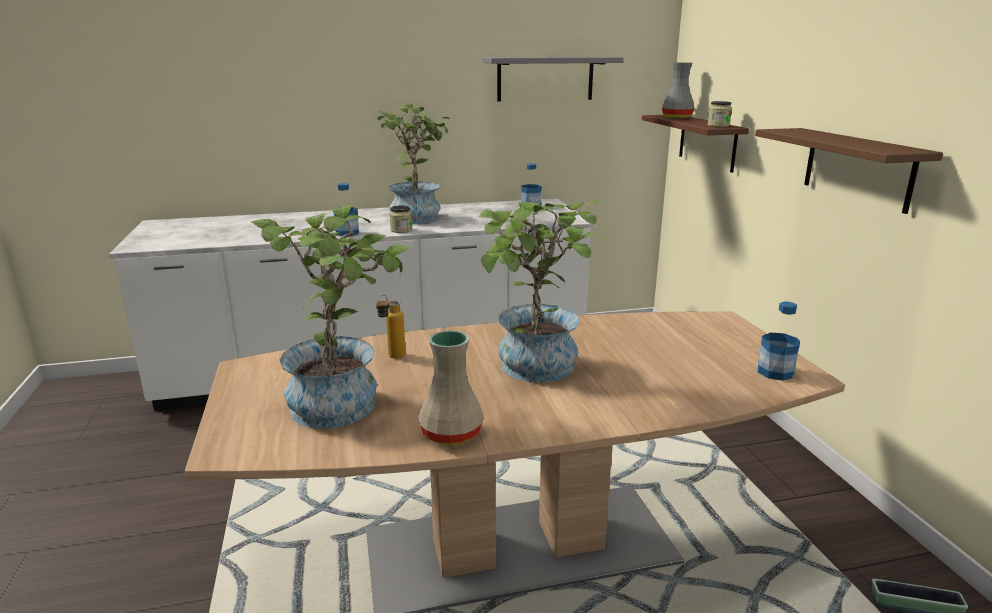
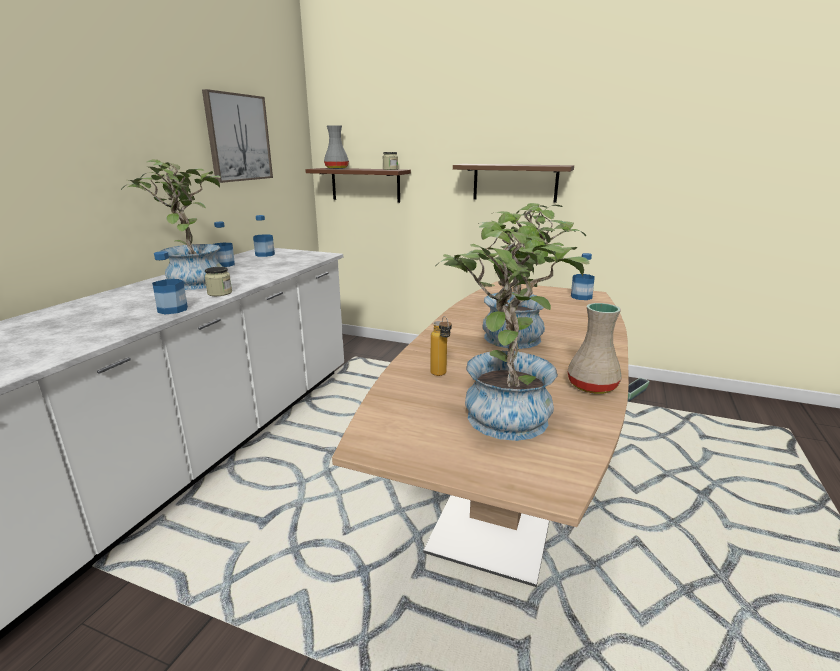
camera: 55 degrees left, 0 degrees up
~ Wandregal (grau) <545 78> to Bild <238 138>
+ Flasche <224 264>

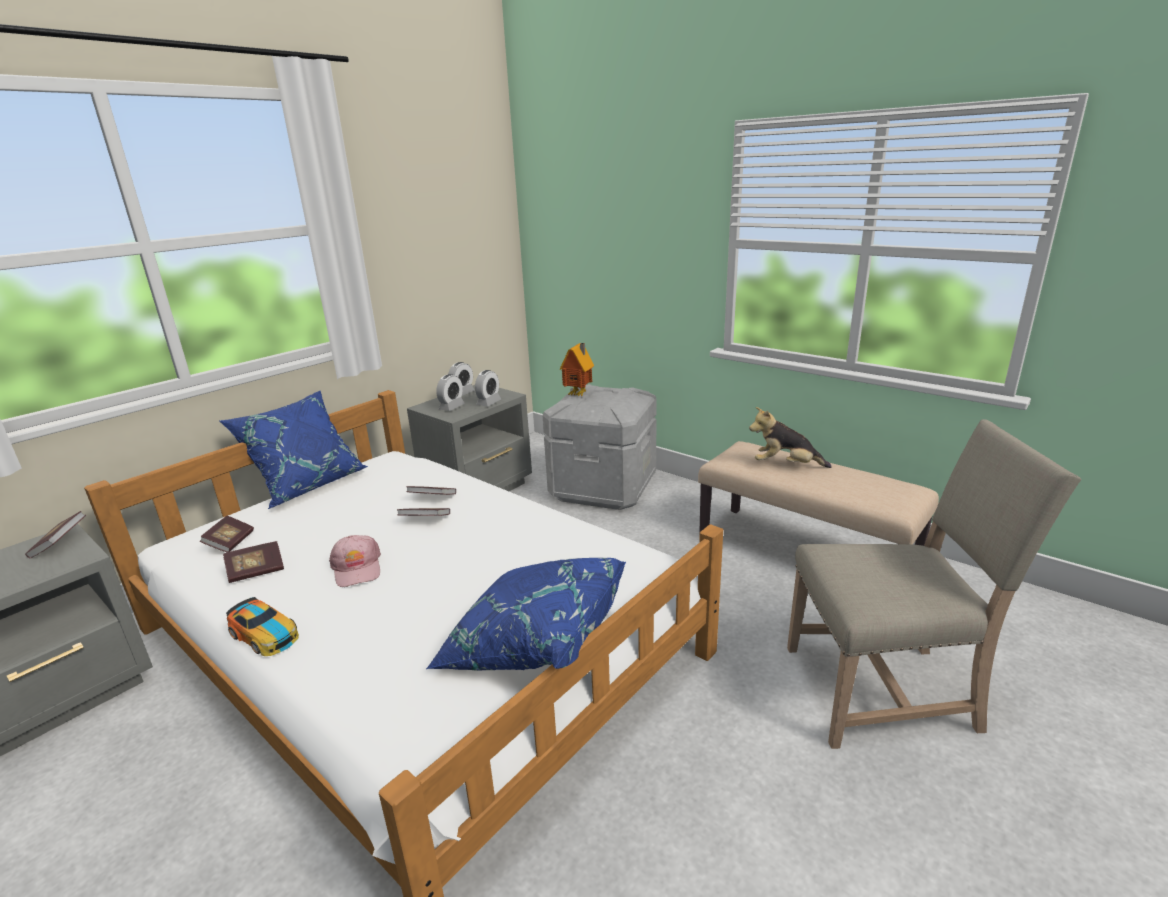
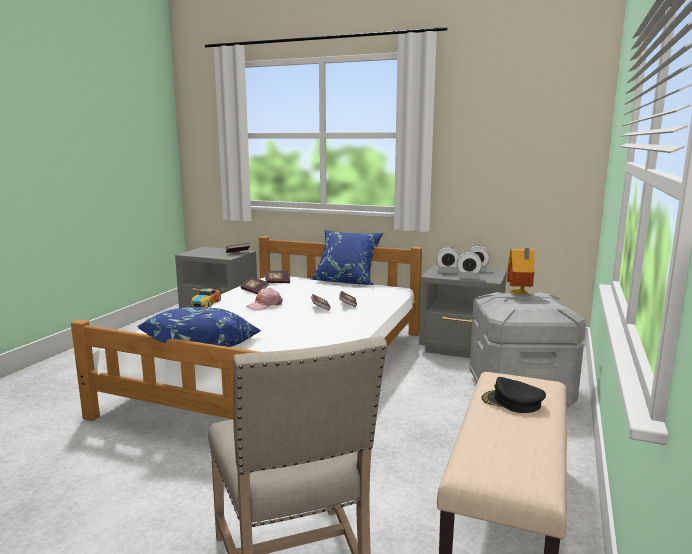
camera: 70 degrees right, 10 degrees down
~ Plüschtier <785 465> to Kappe (schwarz) <512 402>

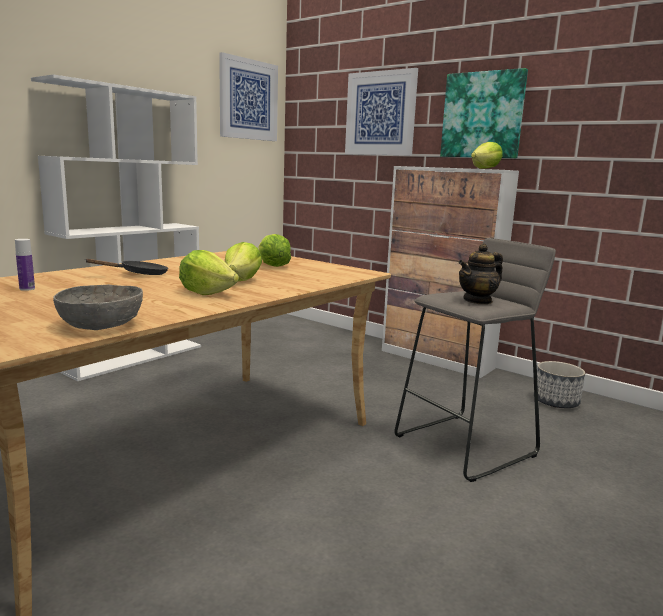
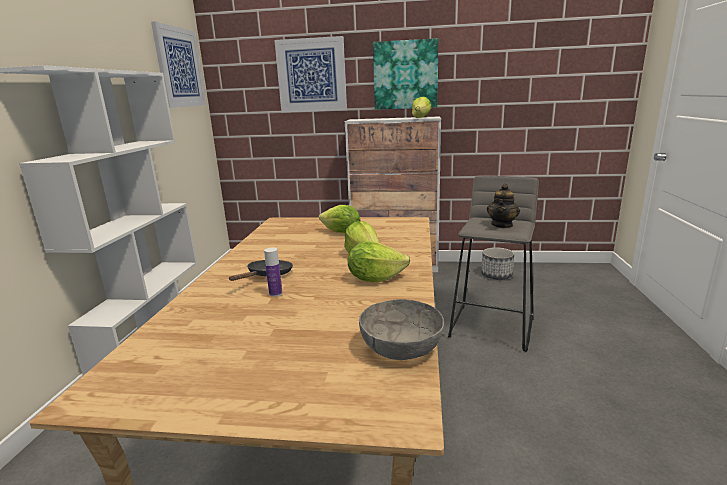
camera: 30 degrees left, 5 degrees up
~ Flasche <27 289> to <275 293>

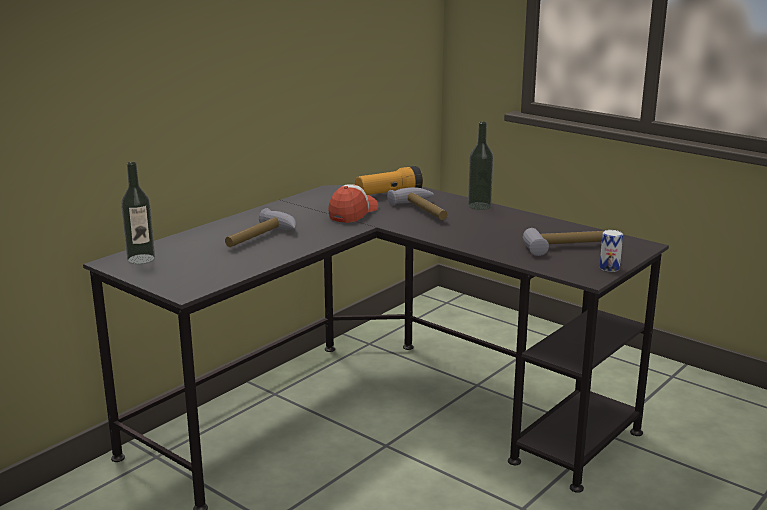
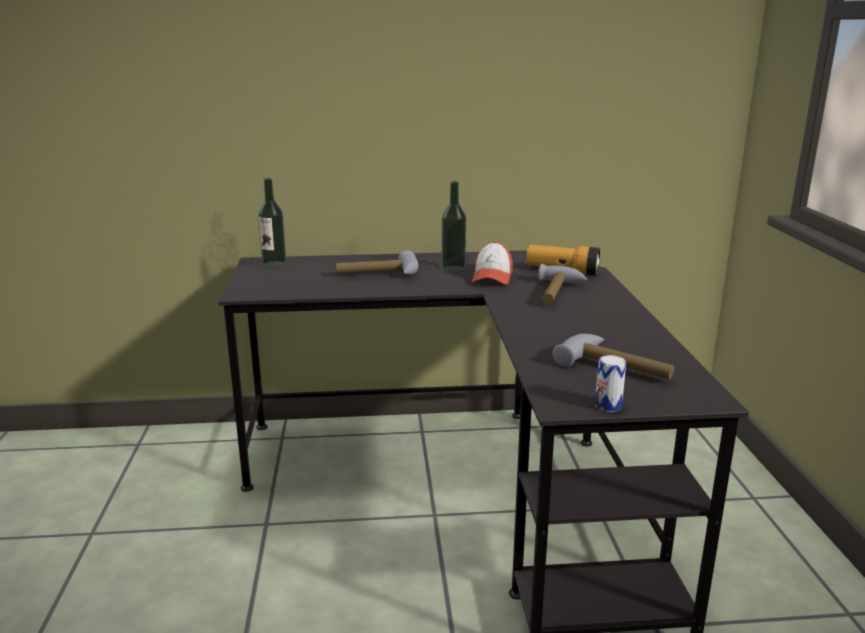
camera: 45 degrees right, 0 degrees up
~ Flasche <479 206> to <453 269>
~ Kappe <353 213> = <492 277> 120 degrees clockwise

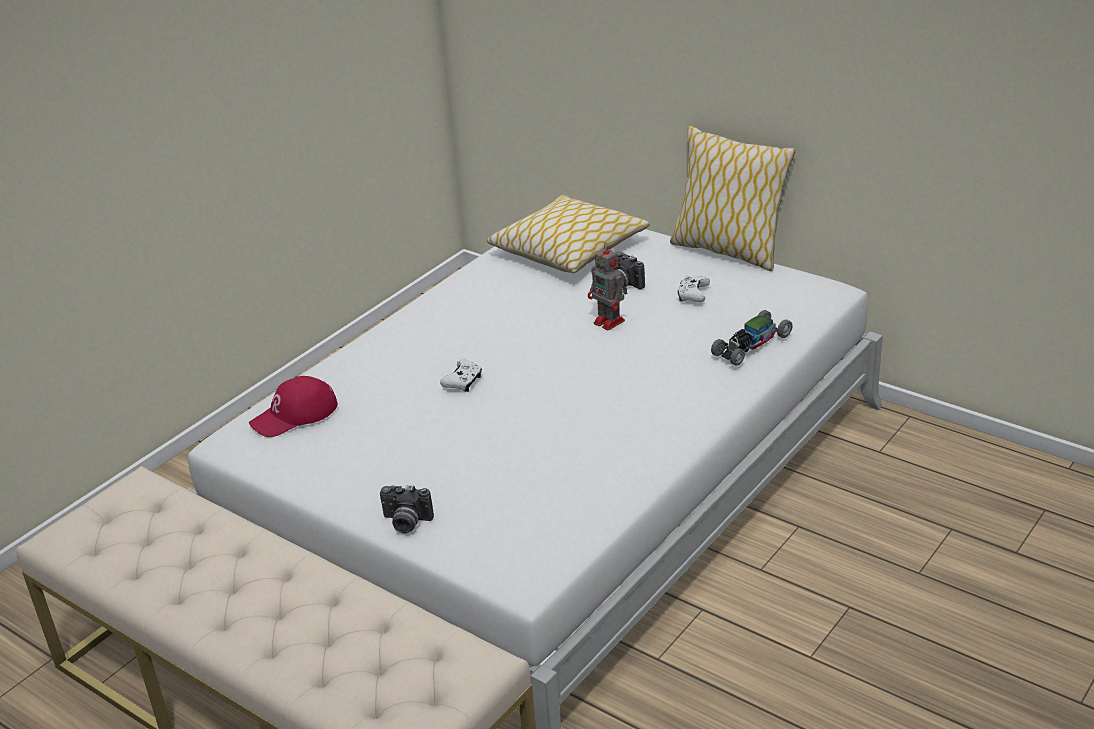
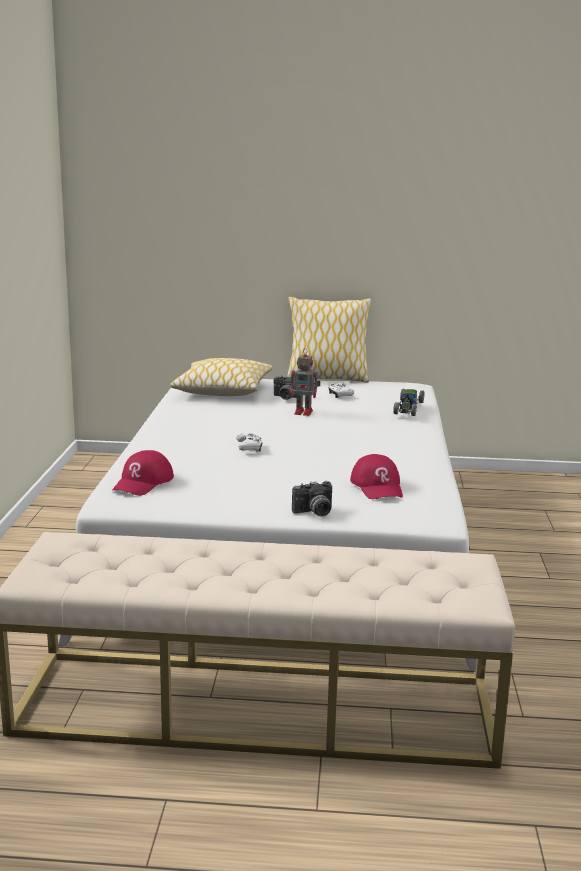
camera: 35 degrees left, 15 degrees down
+ Kappe (rot) <378 487>

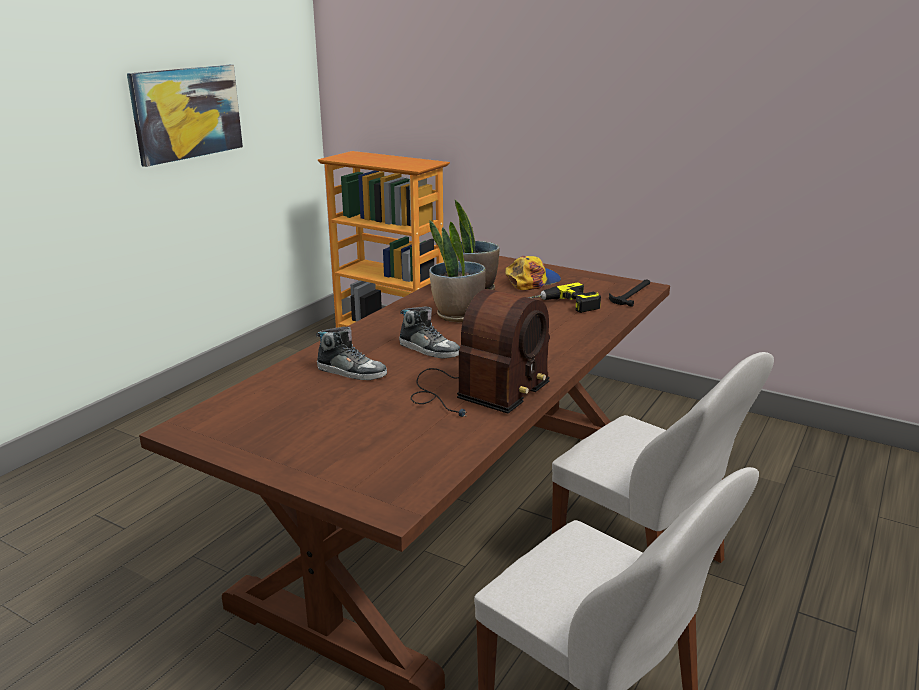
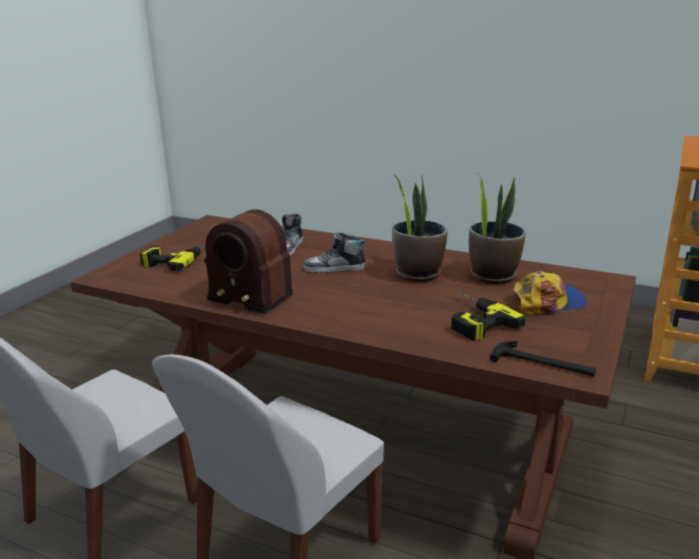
camera: 85 degrees right, 0 degrees up
+ Bohrmaschine <176 258>
~ Schuh <429 349> = <334 268> 60 degrees clockwise
~ Kappe <532 281> = <548 302> 60 degrees counterclockwise
- Bild <187 113>

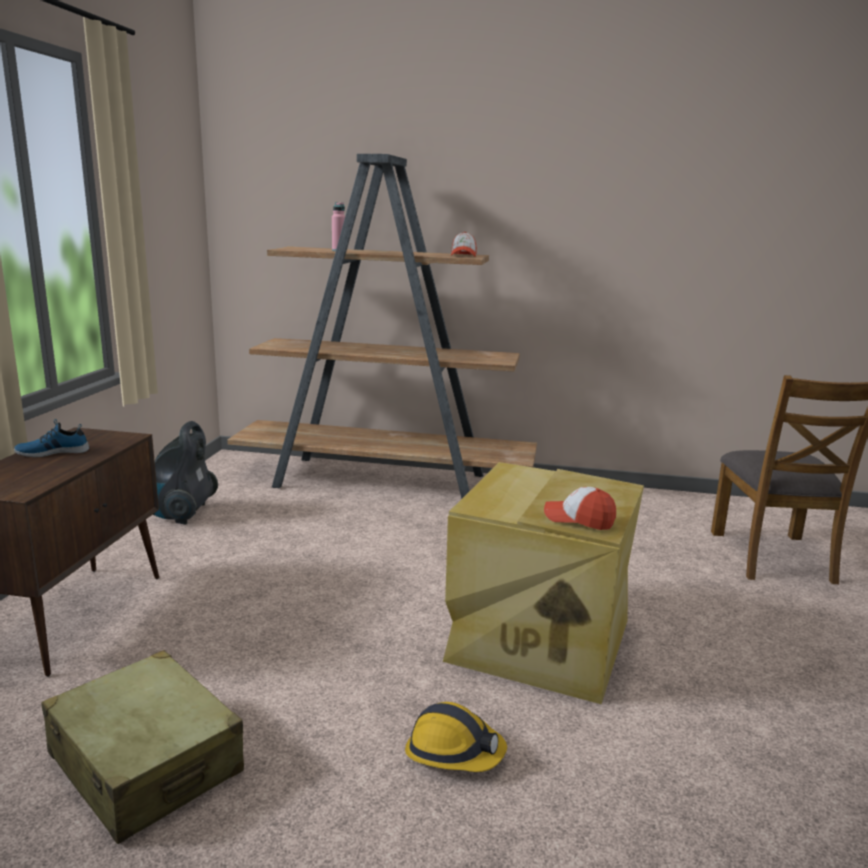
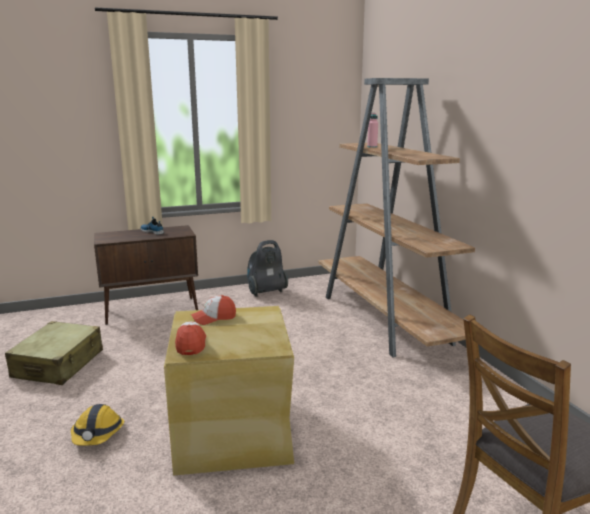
camera: 60 degrees right, 0 degrees up
~ Kappe <463 255> to <214 318>

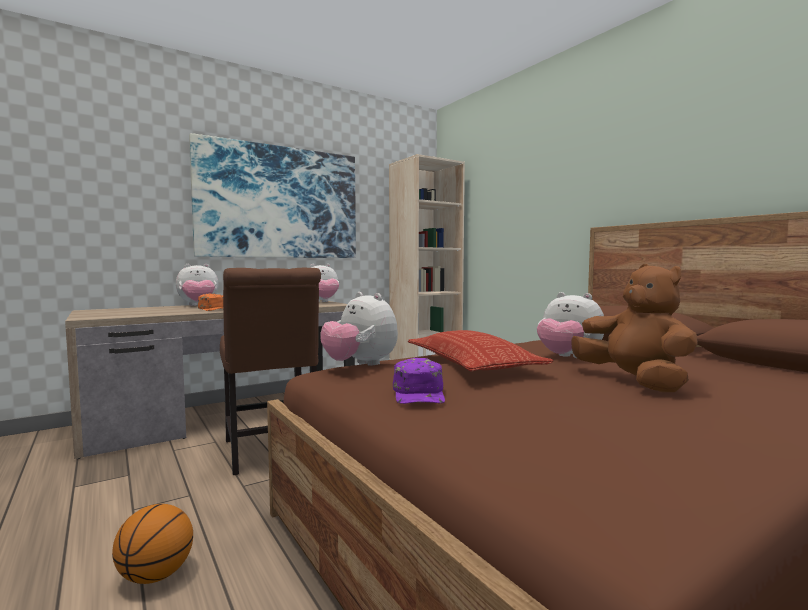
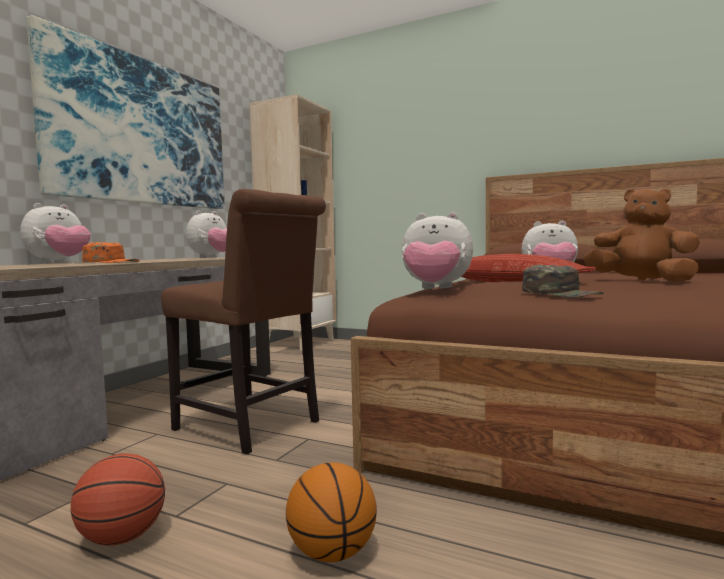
camera: 30 degrees left, 0 degrees up
+ Basketball <122 538>
~ Kappe (lila) <419 393> to Kappe (grün) <560 294>

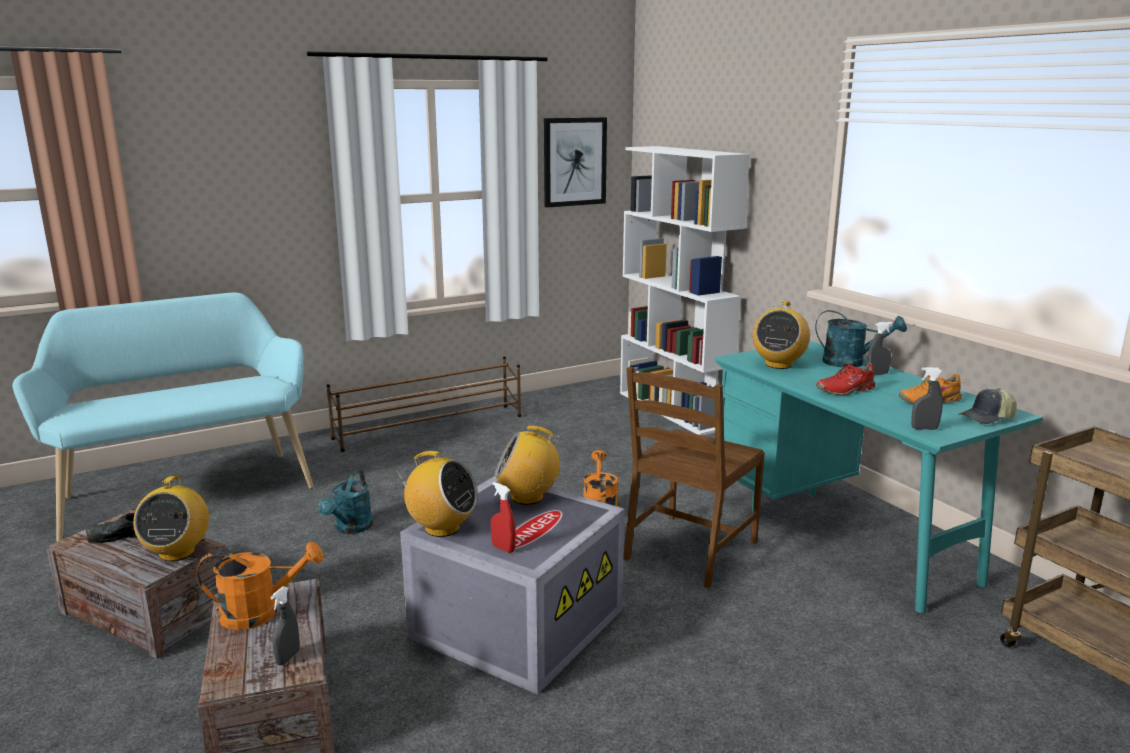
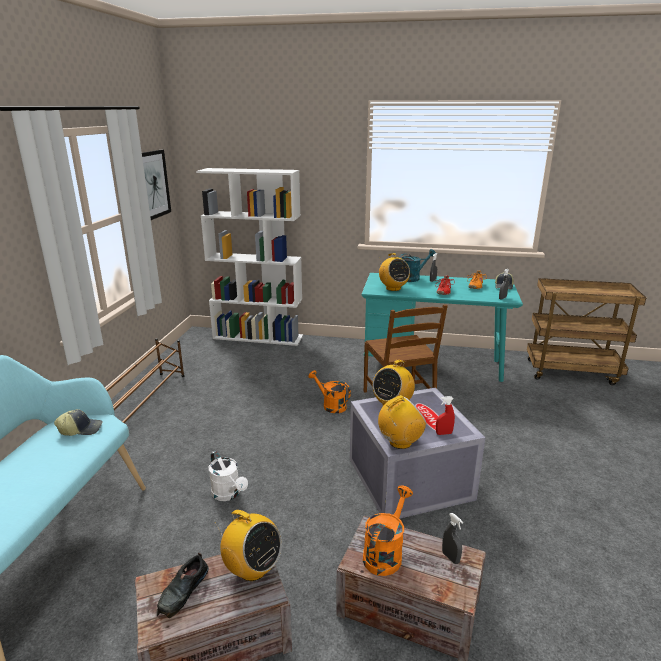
camera: 50 degrees left, 5 degrees up
+ Kappe <81 429>
~ Gießkanne (türkis) <350 528> to Gießkanne (weiß) <228 494>

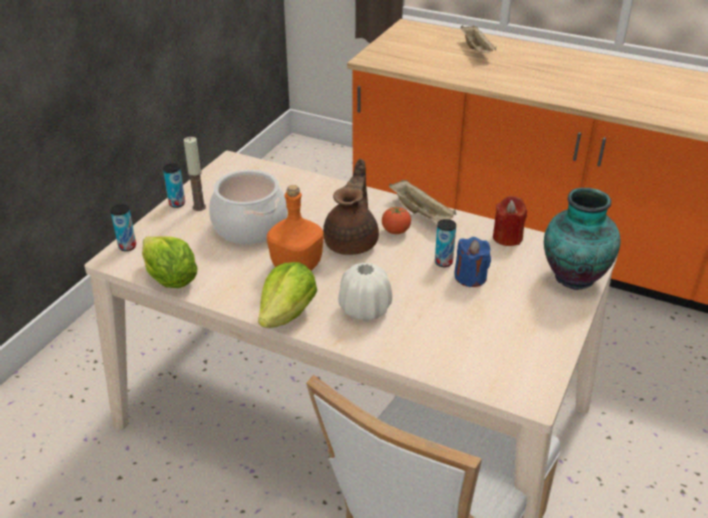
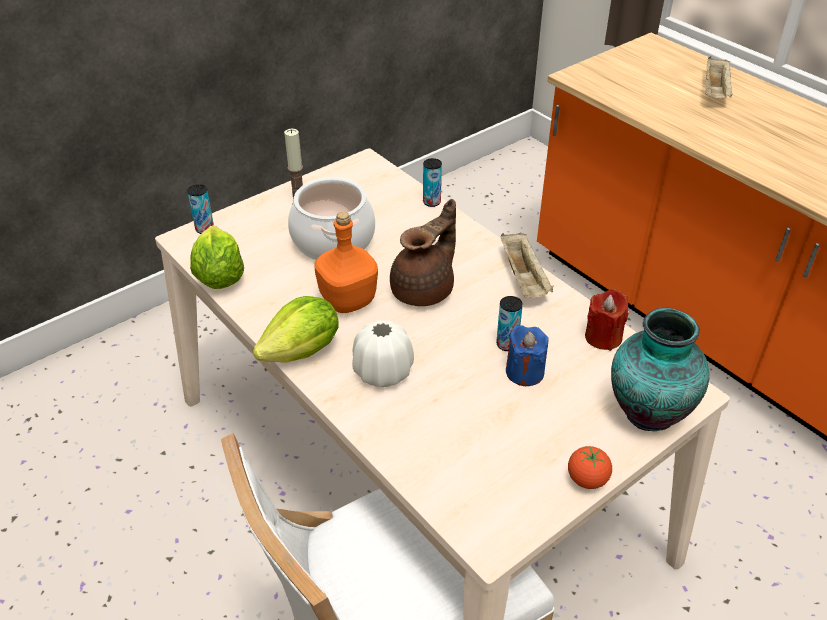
camera: 25 degrees right, 5 degrees up
~ Dose <177 203> to <431 202>
~ Tomate <395 231> to <587 479>

